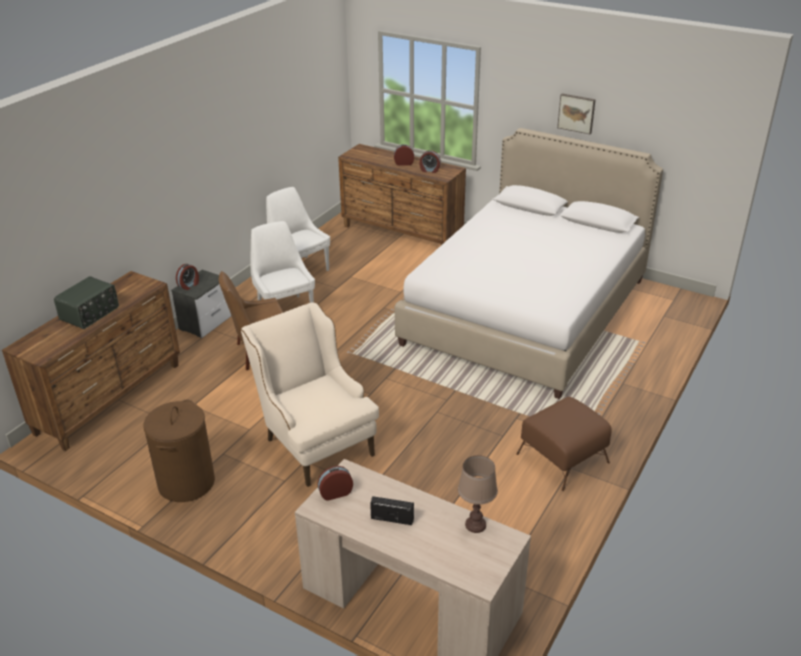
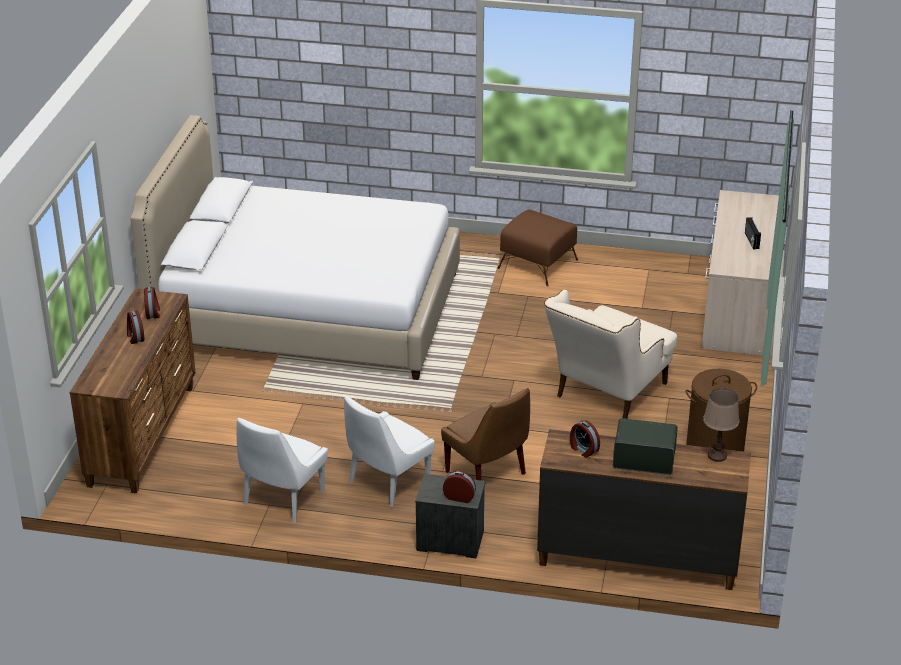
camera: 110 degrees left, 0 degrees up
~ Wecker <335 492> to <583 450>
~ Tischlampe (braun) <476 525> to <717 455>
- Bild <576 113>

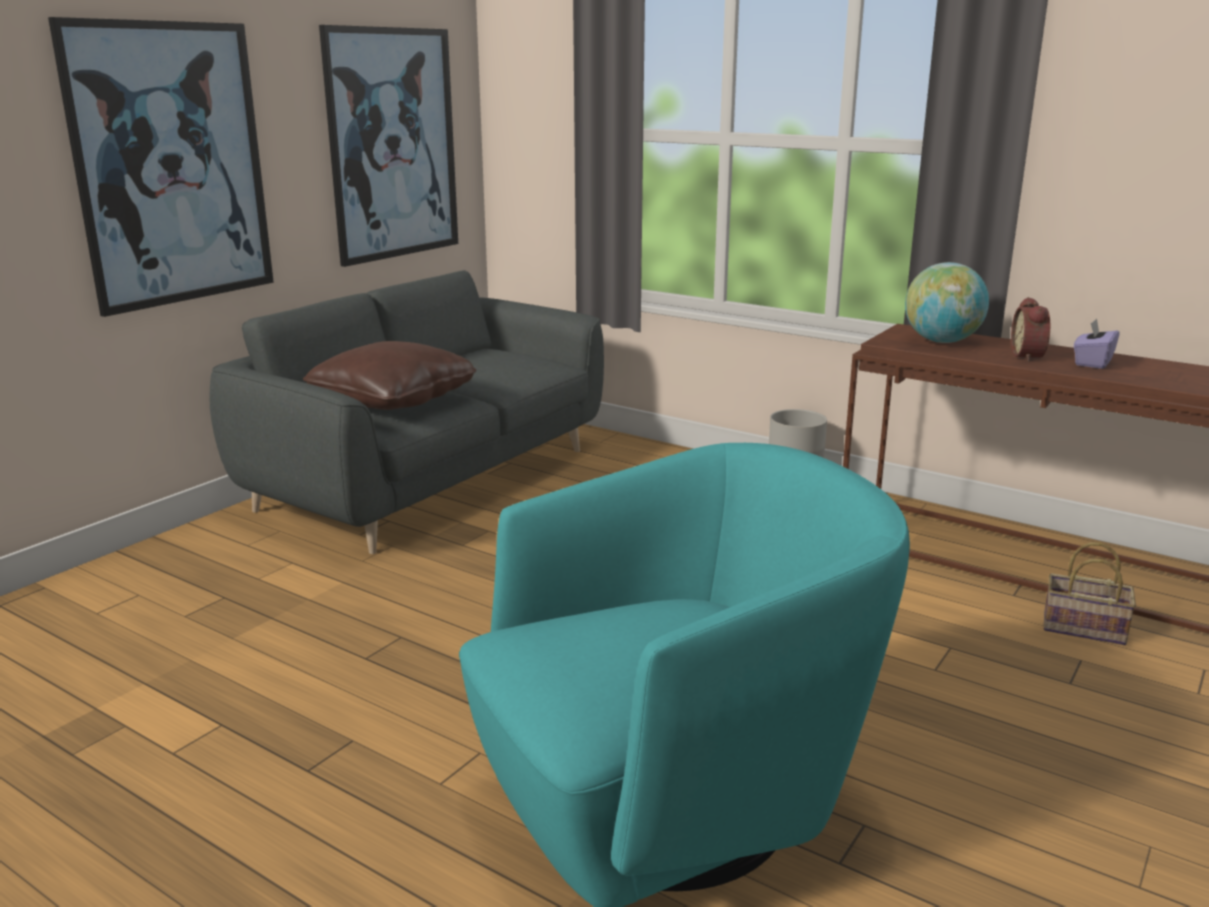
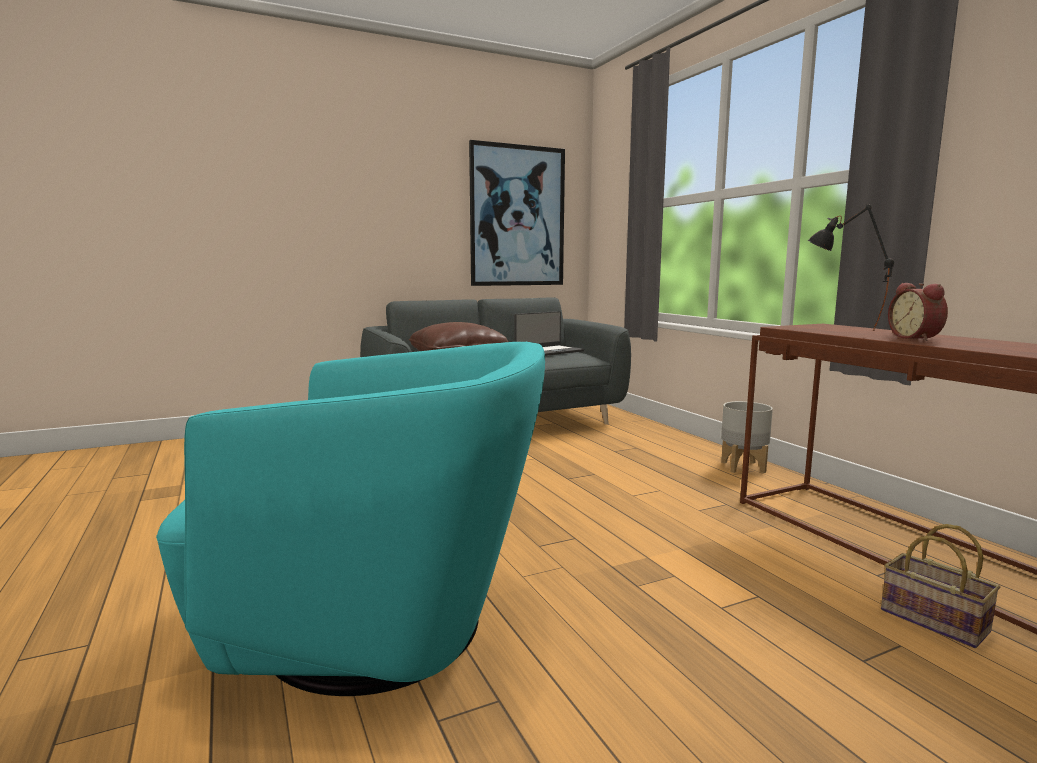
camera: 30 degrees right, 10 degrees down
+ Laptop <548 351>
~ Globus <942 341> to Tischlampe (schwarz) <841 329>
~ Wecker <1030 356> = <916 338> 45 degrees counterclockwise
- Bild <171 165>
- Taschentuchbox (lila) <1092 362>

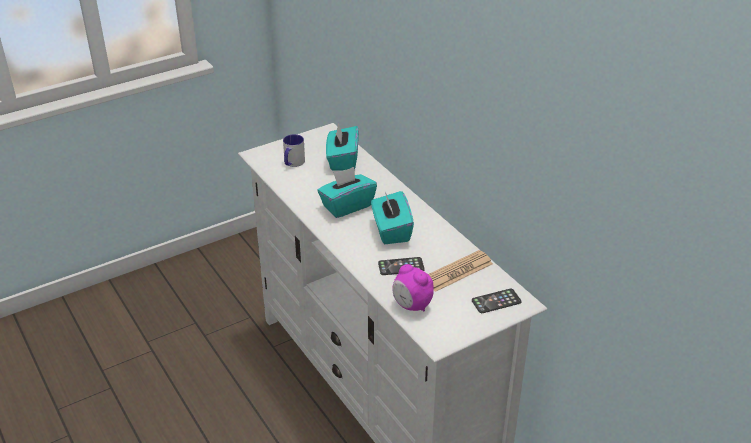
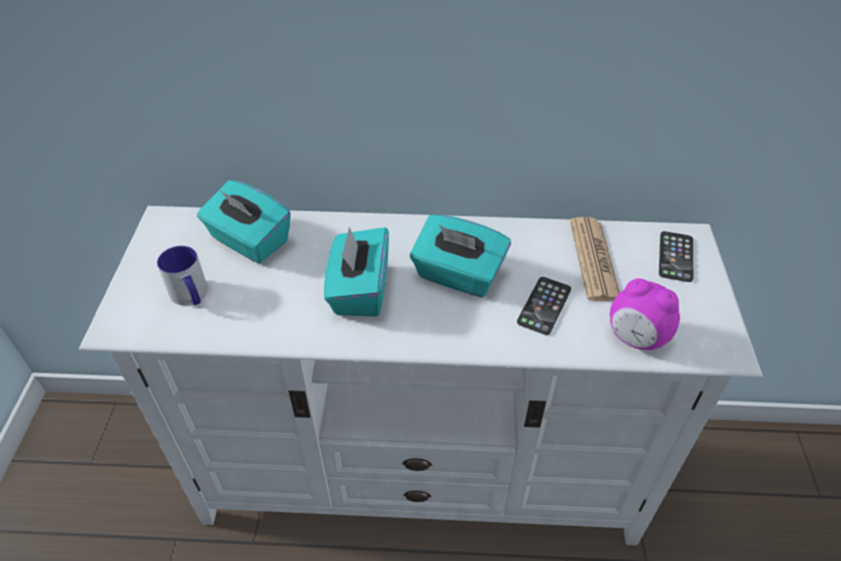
camera: 55 degrees left, 10 degrees up
~ Wecker <411 305> = <636 338> 45 degrees clockwise

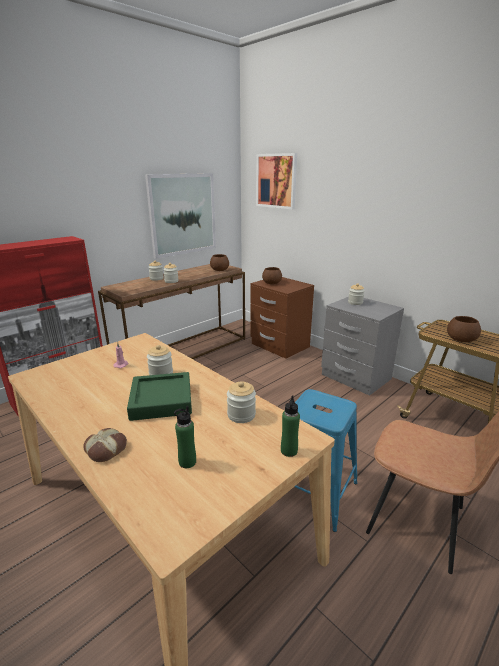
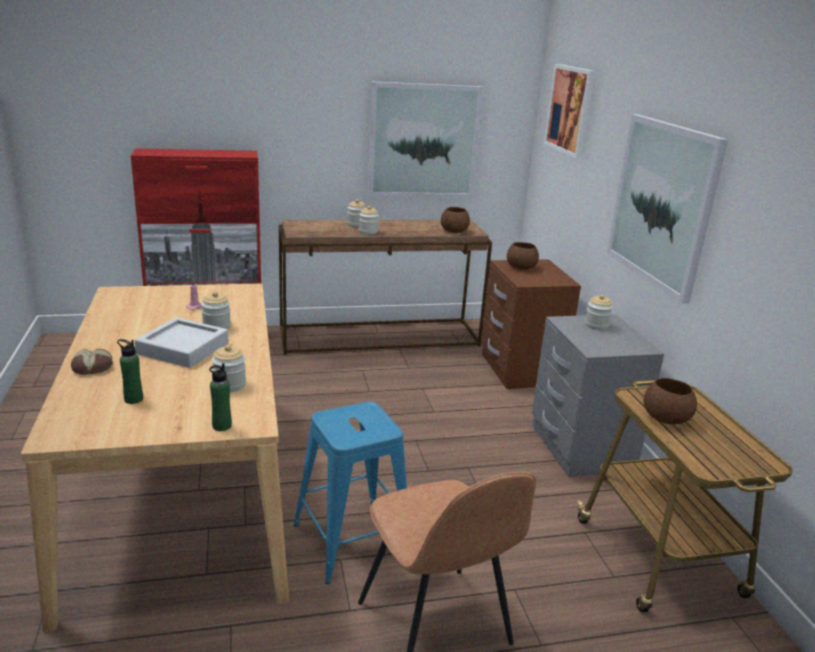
camera: 30 degrees right, 0 degrees up
~ Tablett (grün) <161 400> to Tablett (grau) <183 348>
+ Bild <662 203>

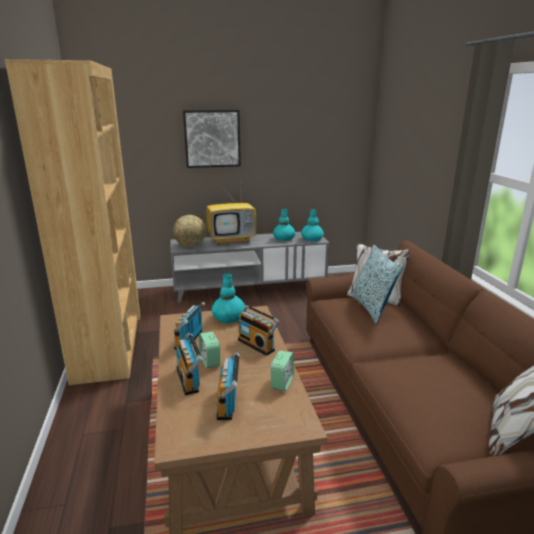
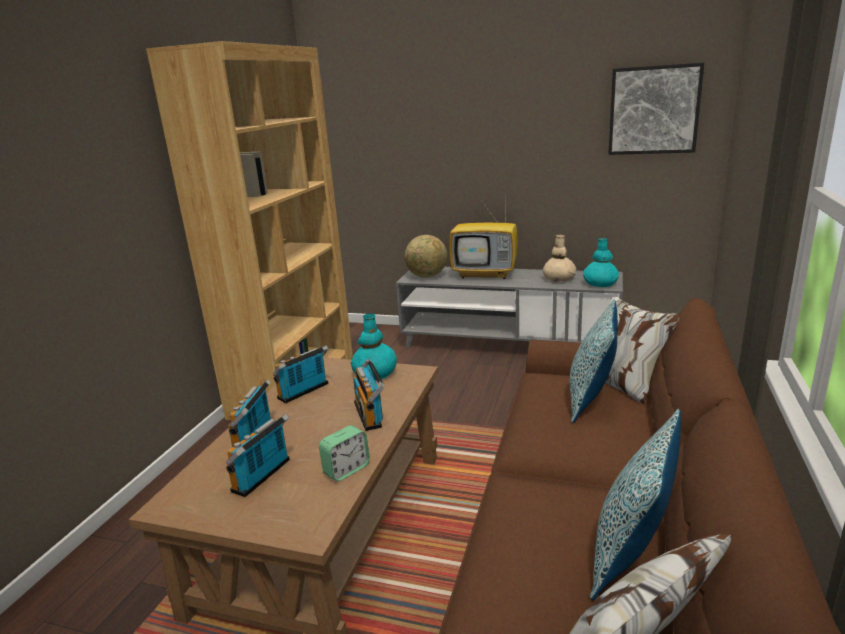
camera: 30 degrees right, 0 degrees up
~ Vase (türkis) <283 238> to Vase (beige) <559 279>
+ Kissen <630 553>
~ Bild <212 138> to <653 110>
- Wecker <210 361>

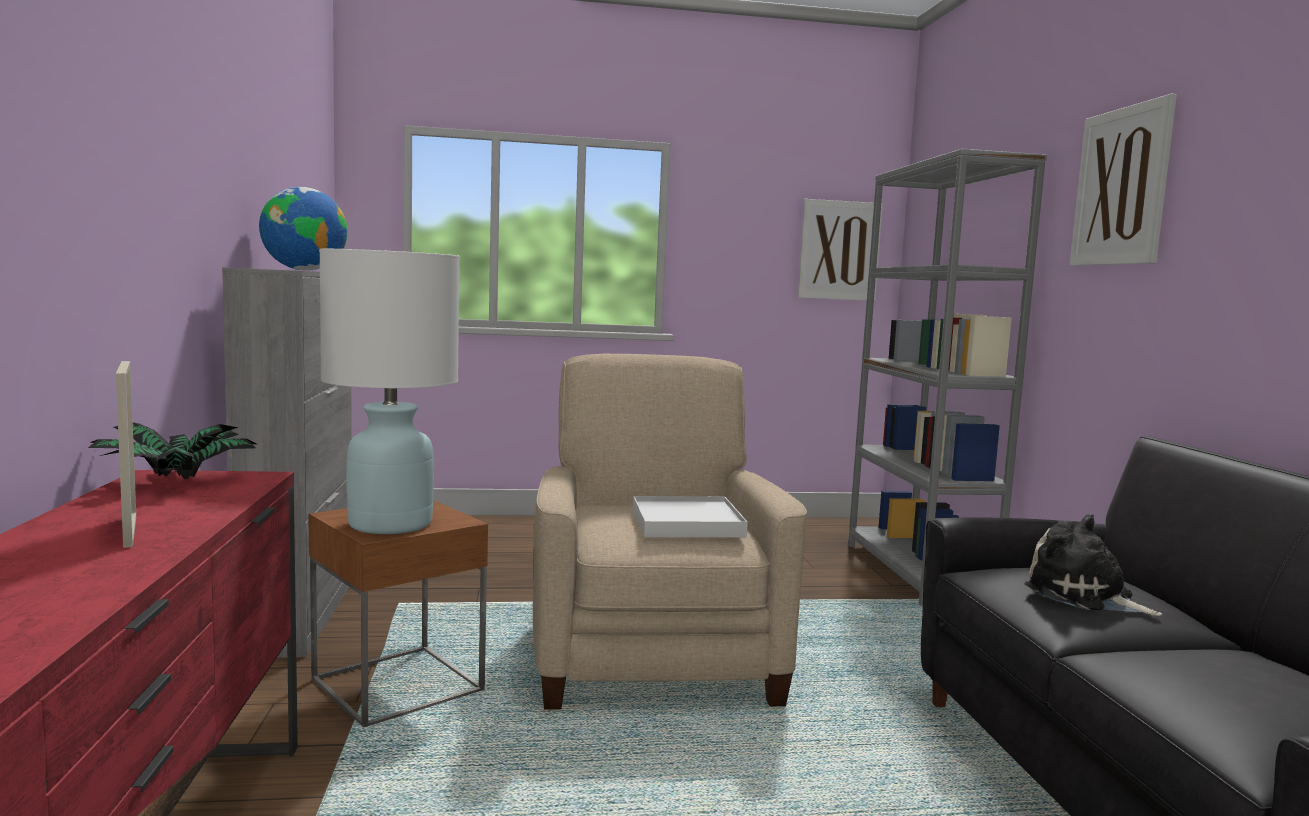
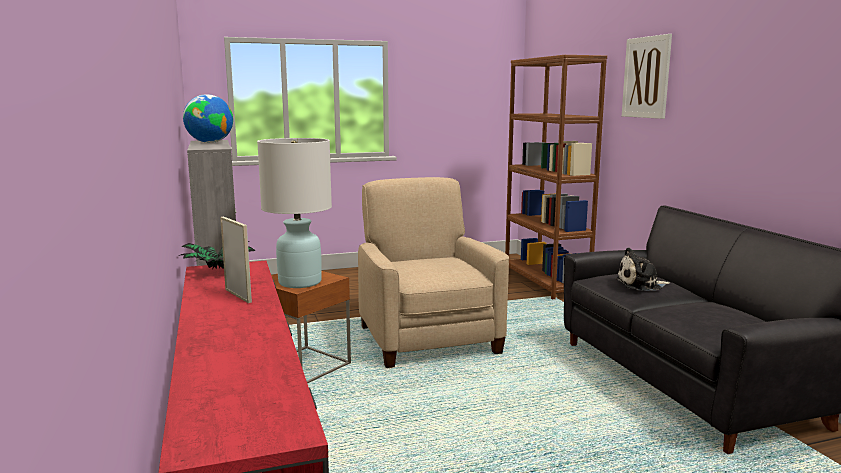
camera: 10 degrees left, 5 degrees up
~ Bücherregal (grau) <917 573> to Bücherregal (braun) <545 282>
~ Plüschtier <1084 596> = <641 285> 45 degrees counterclockwise
- Tablett (weiß) <687 523>
- Bild <839 250>

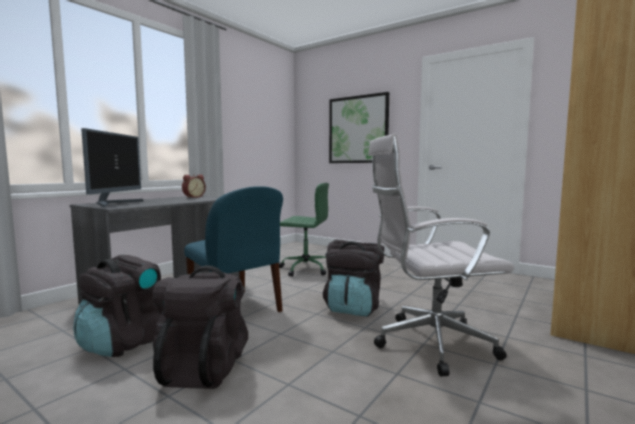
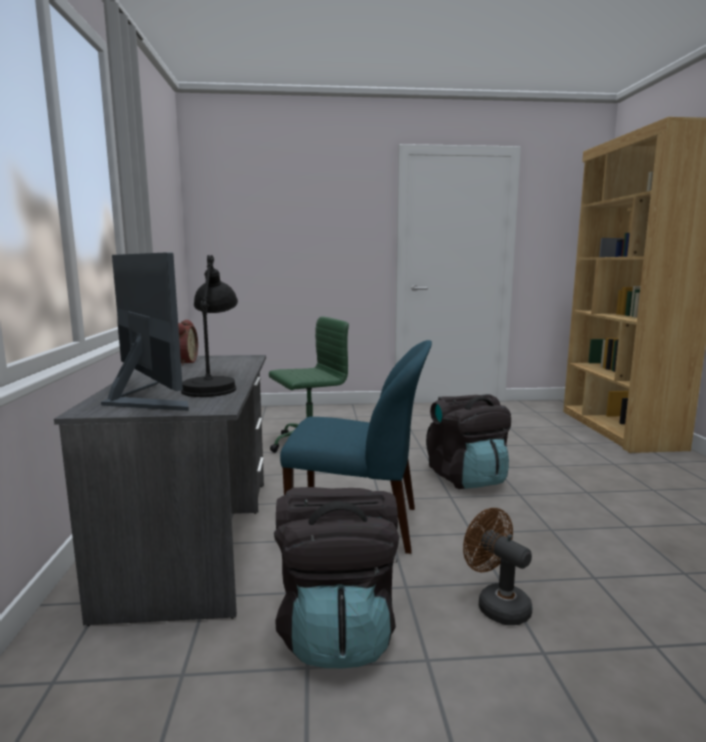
camera: 40 degrees left, 5 degrees up
+ Tischlampe (schwarz) <213 384>
~ Rucksack (schwarz) <204 366> to Ventilator (braun) <496 604>
- Bild <358 129>
- Bürostuhl (weiß) <428 344>

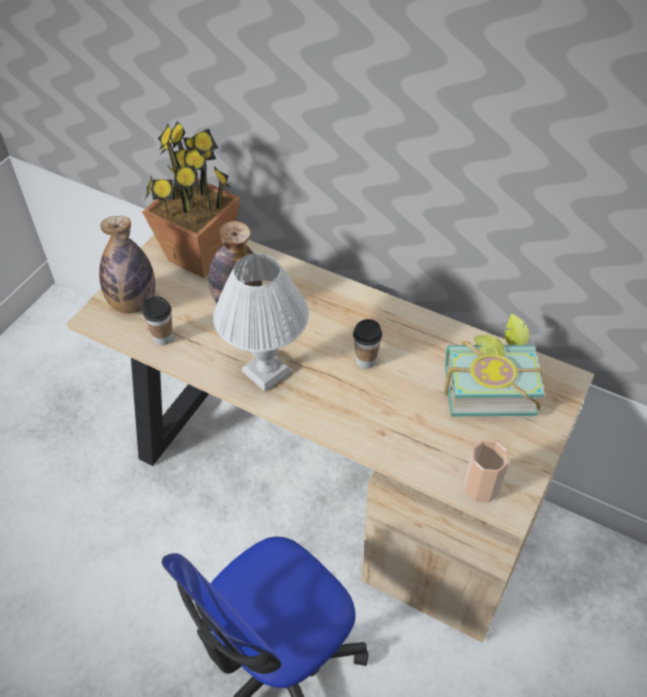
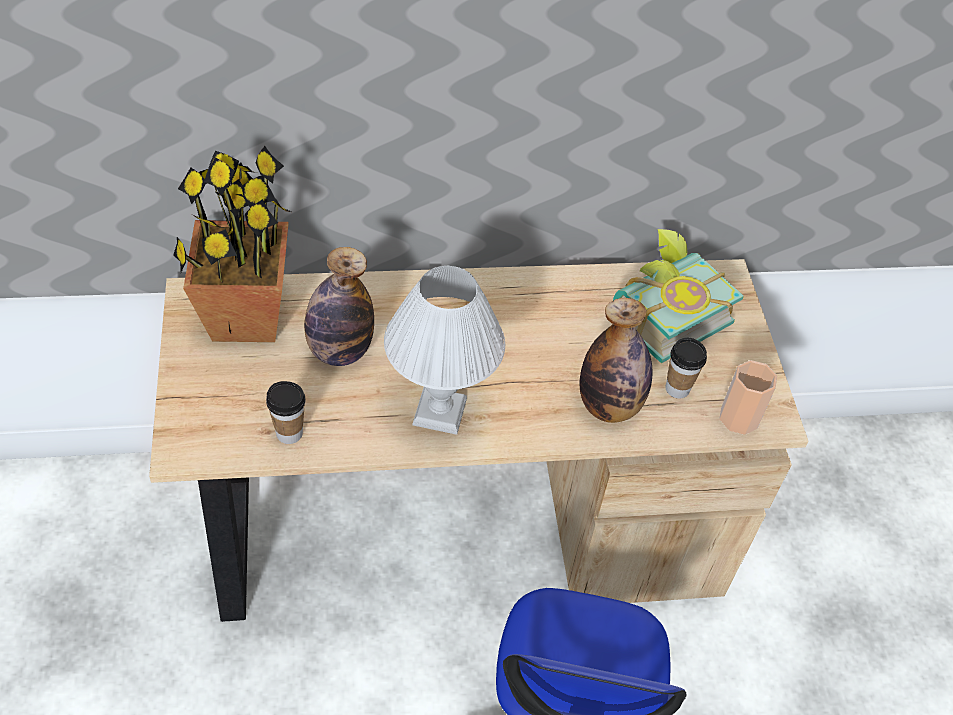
camera: 40 degrees left, 0 degrees up
~ Flasche <133 303> to <609 406>
~ Tasse <366 360> to <677 388>

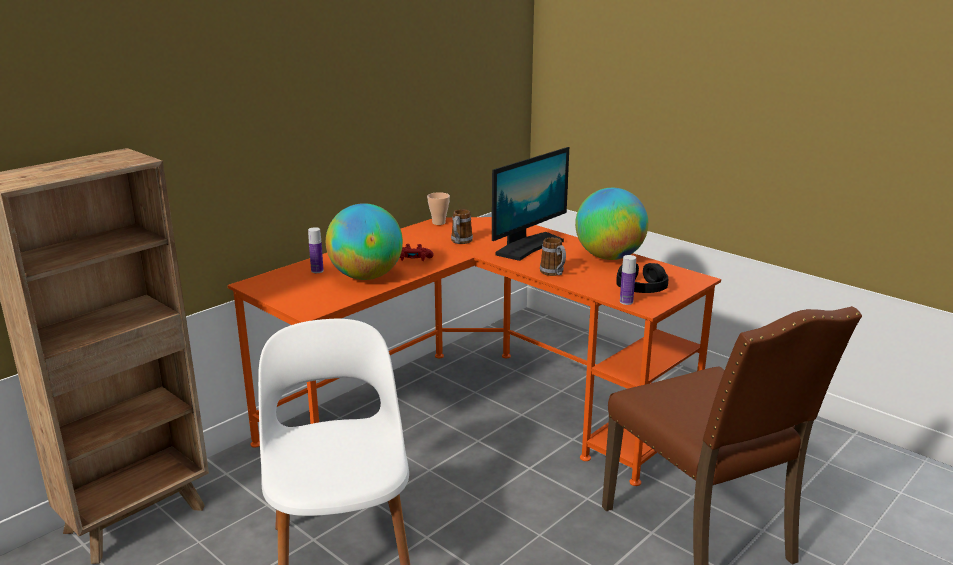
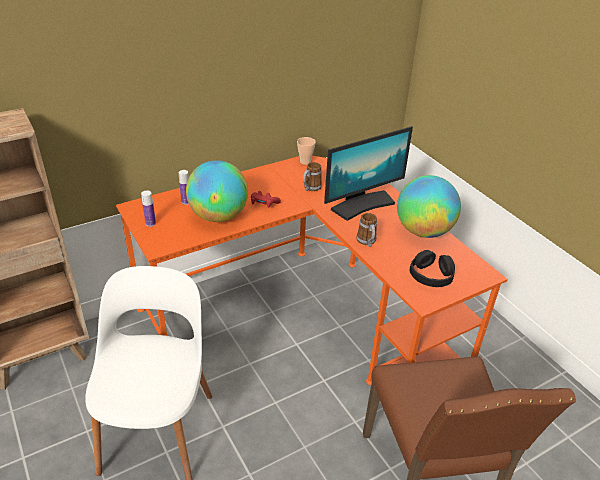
camera: 15 degrees right, 15 degrees up
~ Flasche <626 302> to <150 223>

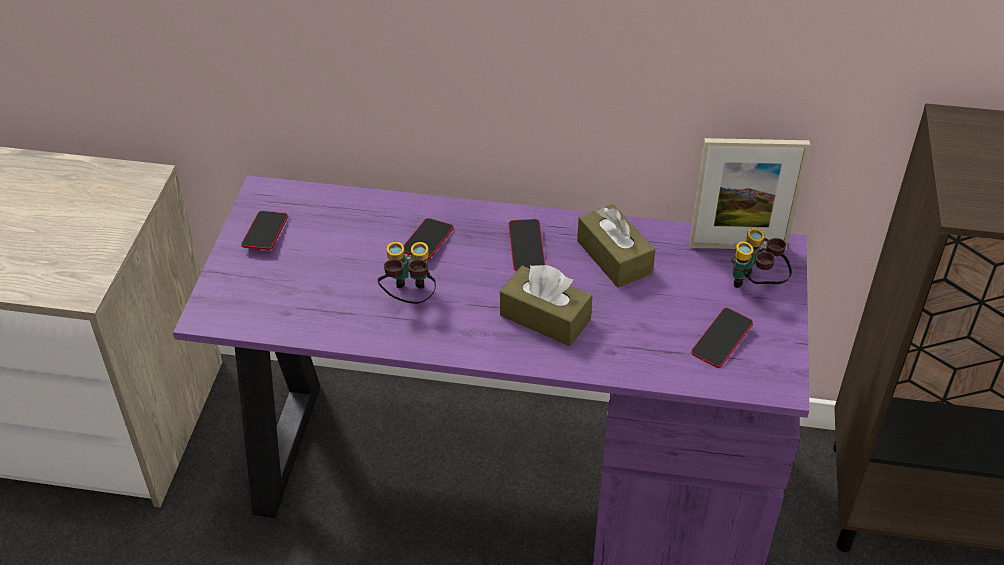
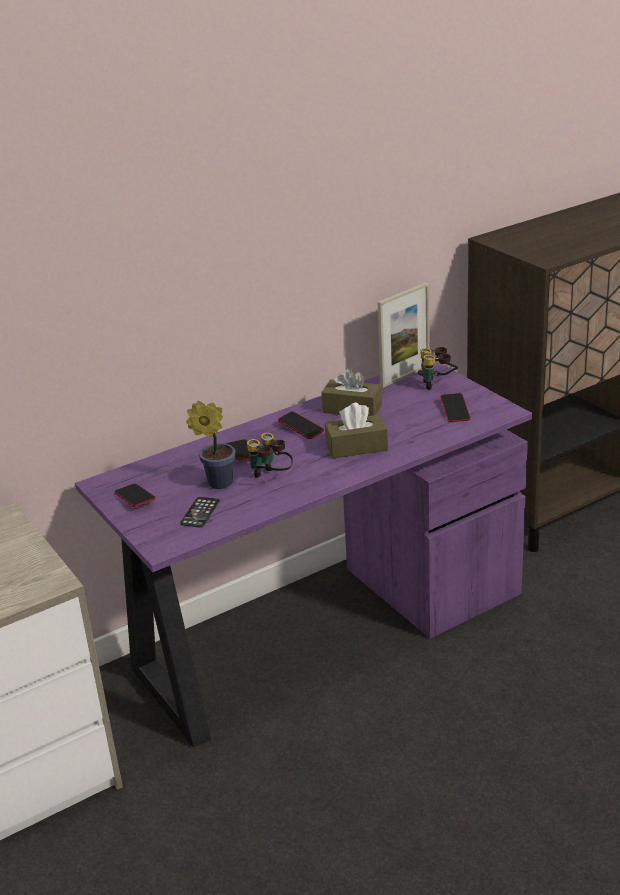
camera: 40 degrees left, 15 degrees down
+ Handy <200 512>
+ Topfpflanze <217 482>

